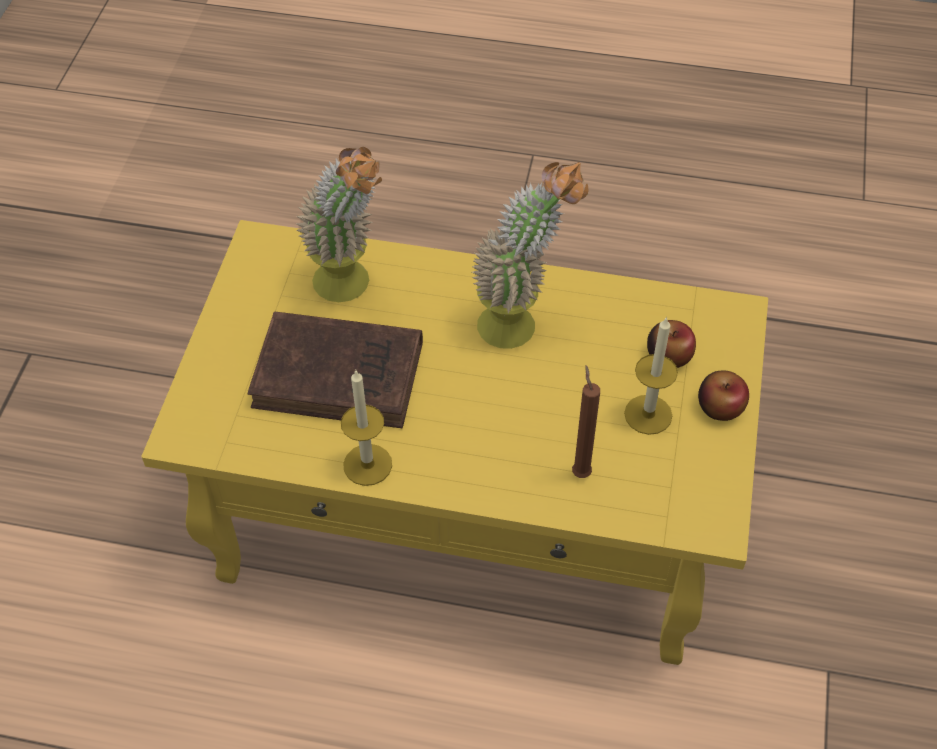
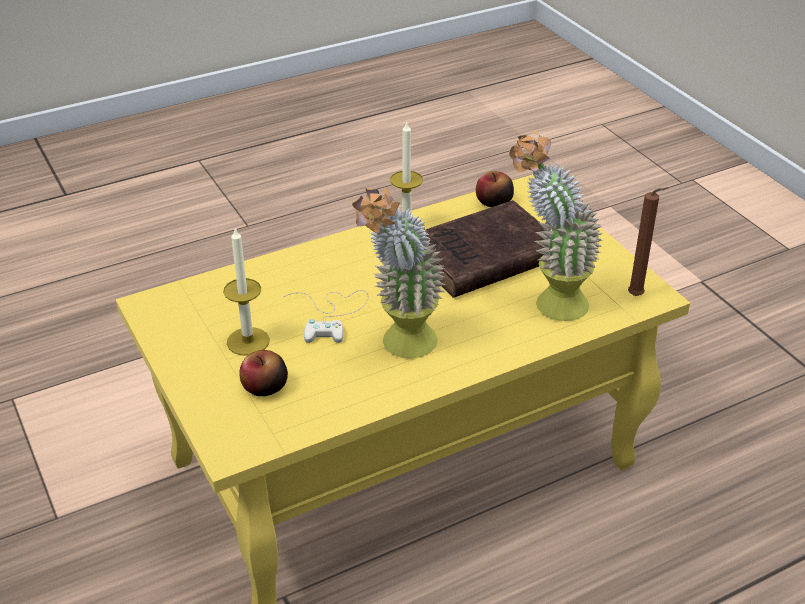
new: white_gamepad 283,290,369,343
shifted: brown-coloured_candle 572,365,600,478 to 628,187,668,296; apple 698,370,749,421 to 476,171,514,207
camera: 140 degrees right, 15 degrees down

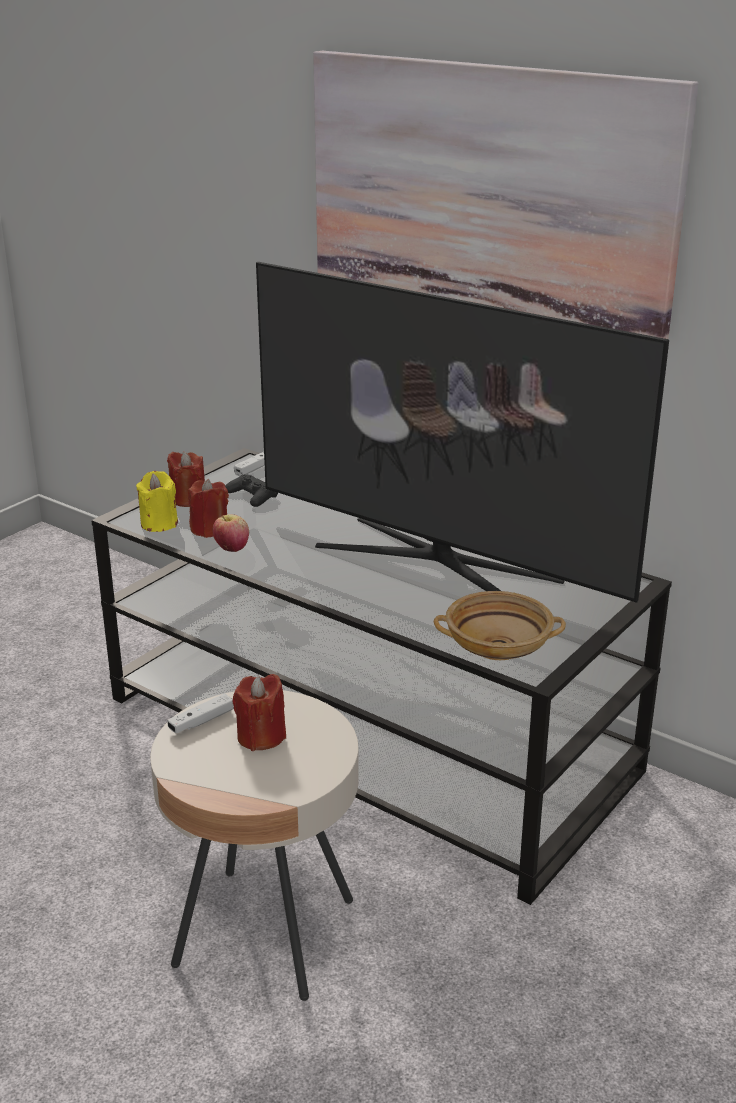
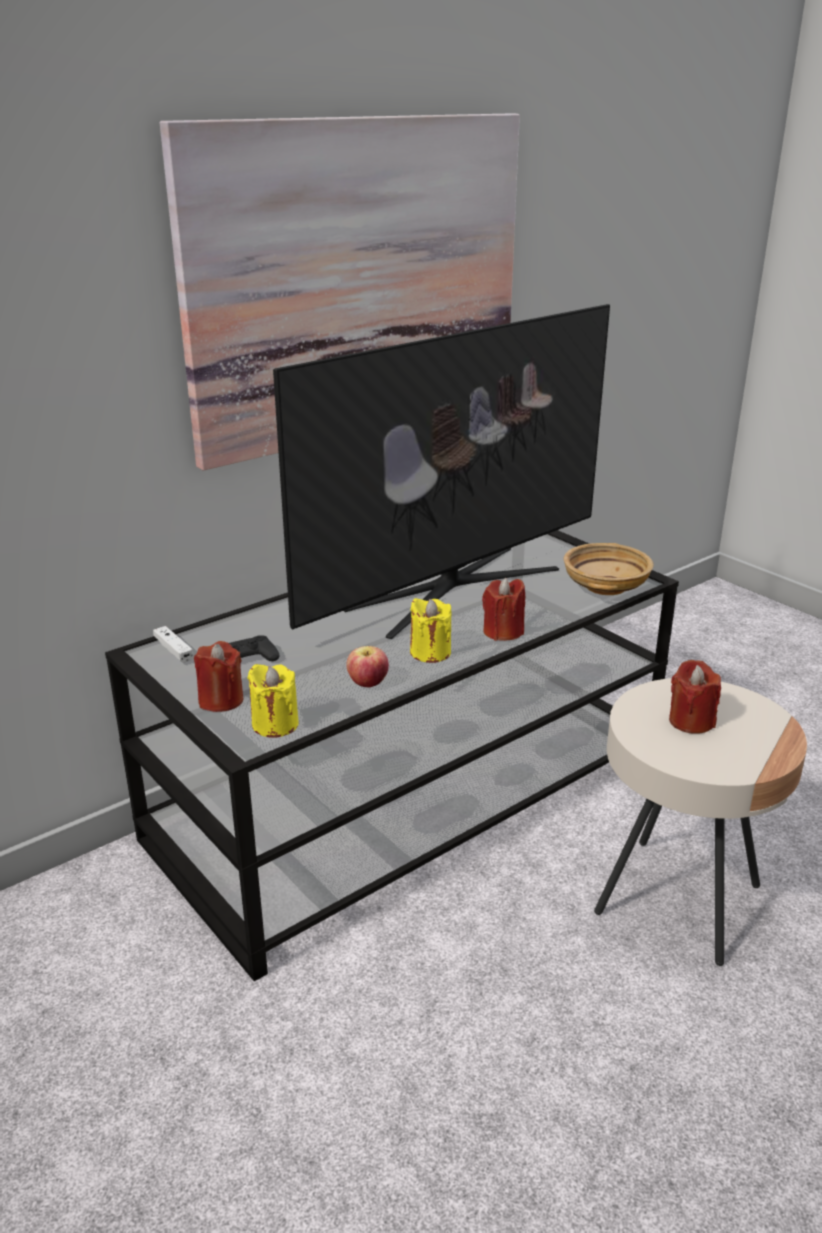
gone: white_gamepad 167,694,234,733
new: yellowish_candle 410,598,452,663
shifted: red_candle 188,479,229,538 to 482,578,525,641
camera: 75 degrees left, 0 degrees up

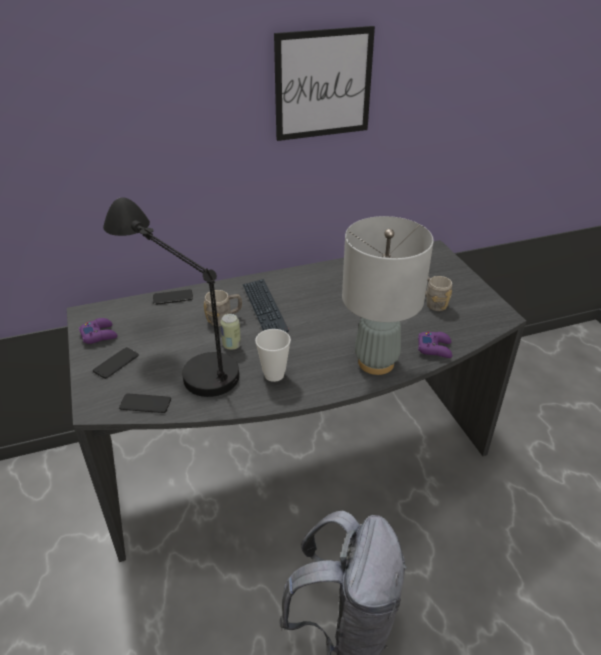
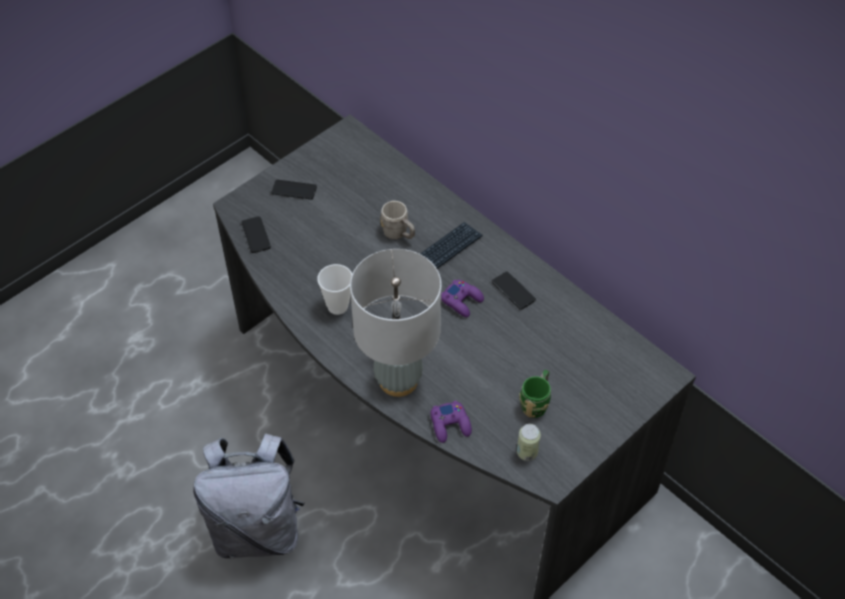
gone: blackish_table_lamp 103,197,239,397; wall_art 274,26,375,141
shifted: purplish_gamepad 79,318,118,344 to 441,280,484,317; telephone 153,289,193,305 to 492,271,536,310; can 220,314,241,350 to 517,424,541,461
repainted: gray_tea_mug 425,276,452,311 to greenish_tea_mug 519,370,551,418
camera: 65 degrees right, 15 degrees up

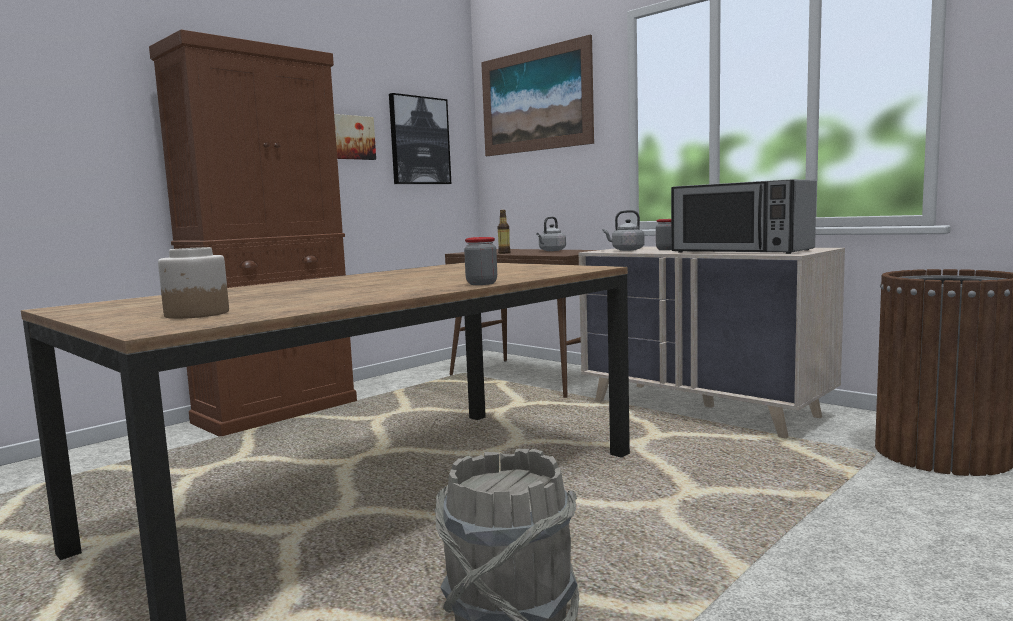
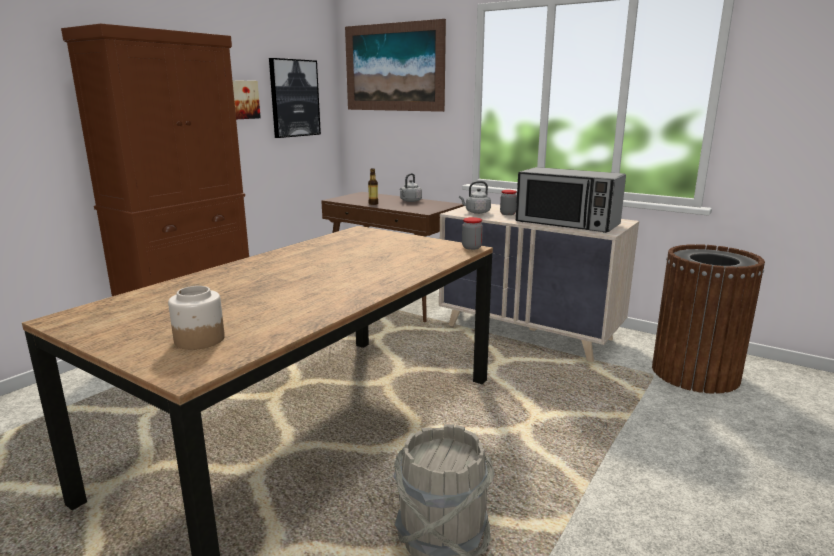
shifted: jar 464,237,497,285 to 462,217,483,250
camera: 10 degrees left, 10 degrees up

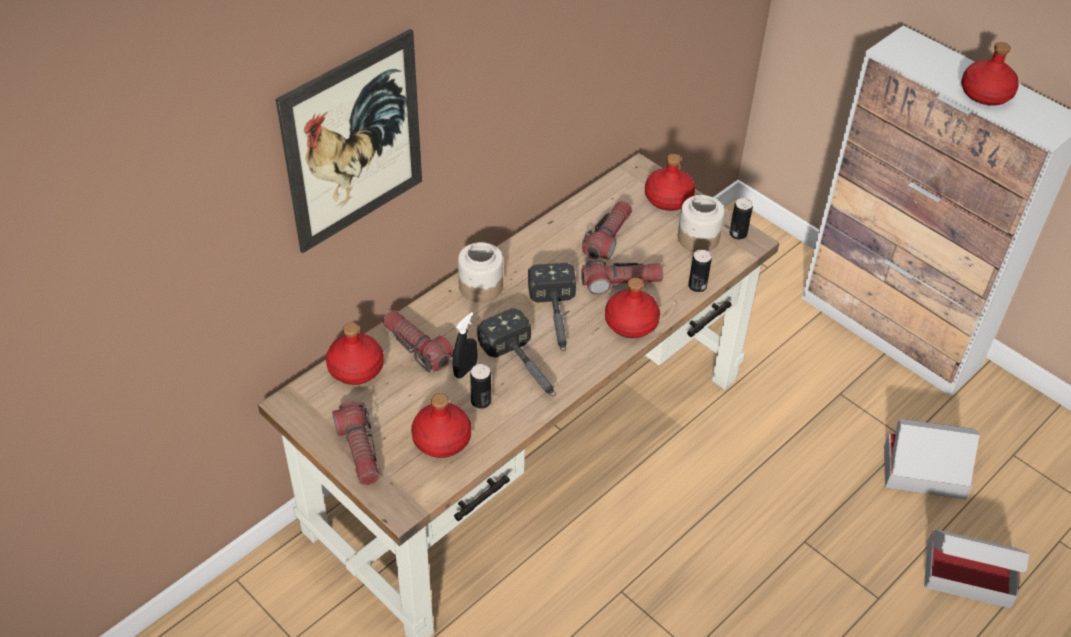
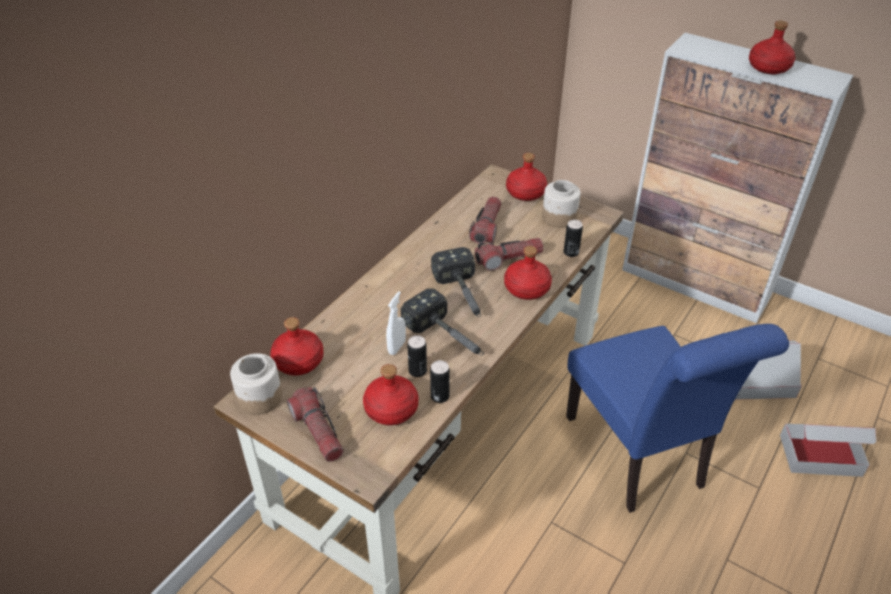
gone: wall_art 276,29,422,253; hand_torch 383,310,453,373
new: blue_upright_chair 566,324,789,513
shifted: jar 458,242,503,302 to 230,353,282,415; can 729,198,753,240 to 430,360,450,403
repainted: blackish_spray_bottle 452,312,478,378 to white_spray_bottle 386,291,406,355
camera: 10 degrees left, 5 degrees down

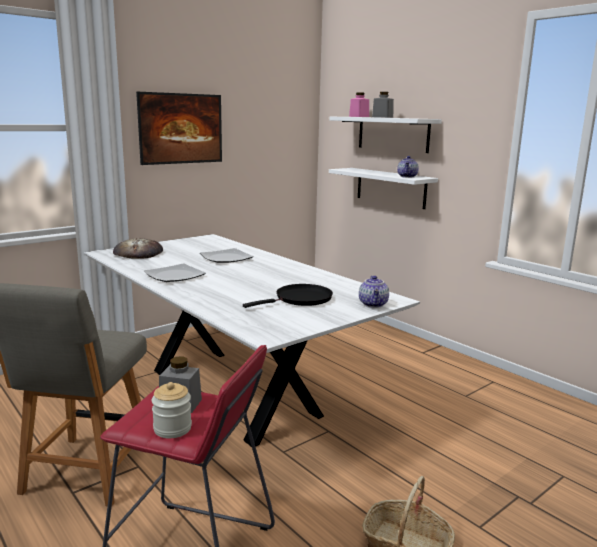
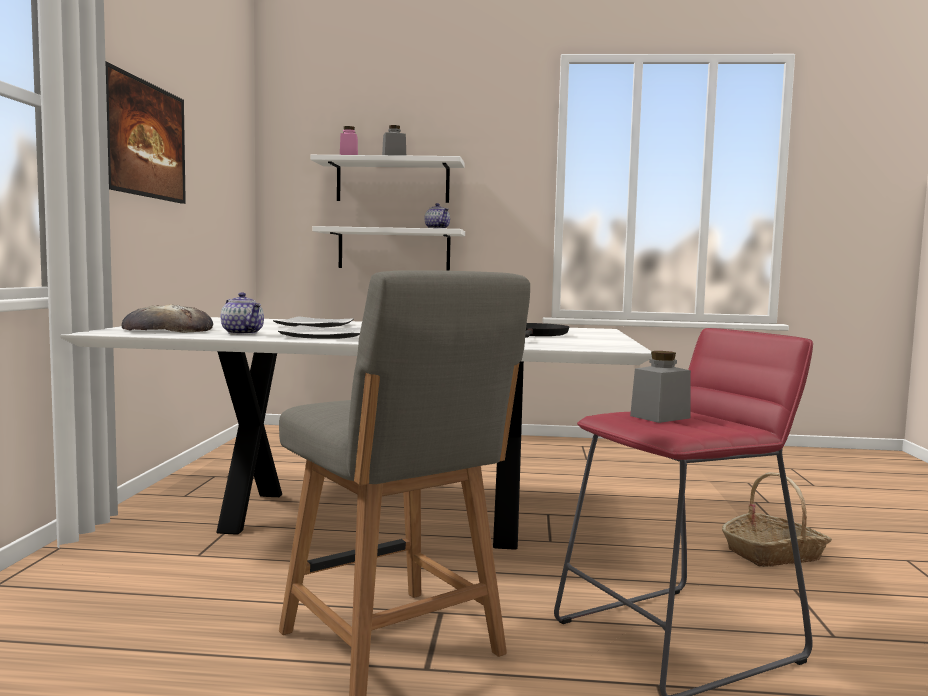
gone: jar 152,382,192,438
shifted: teapot 359,276,389,308 to 221,292,264,335
camera: 45 degrees left, 10 degrees down

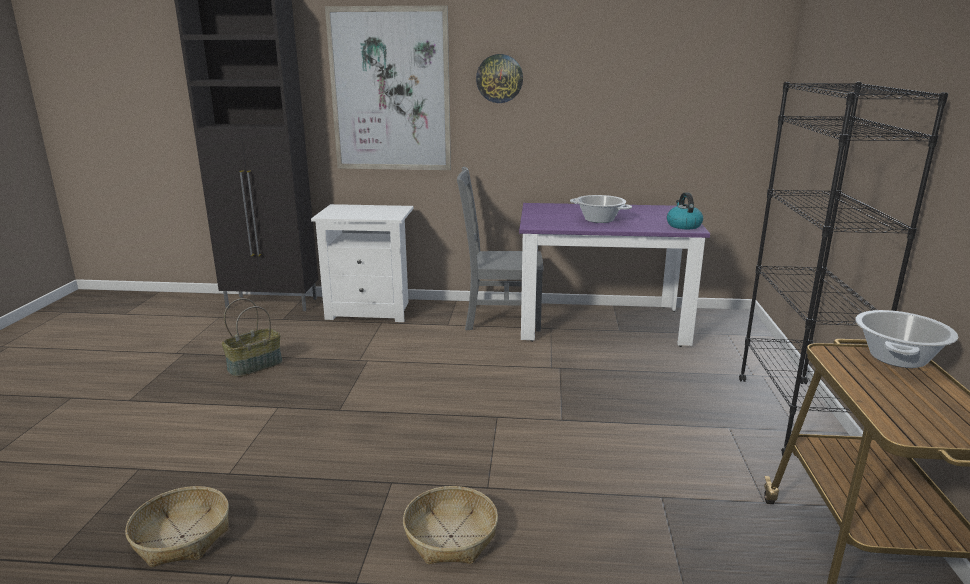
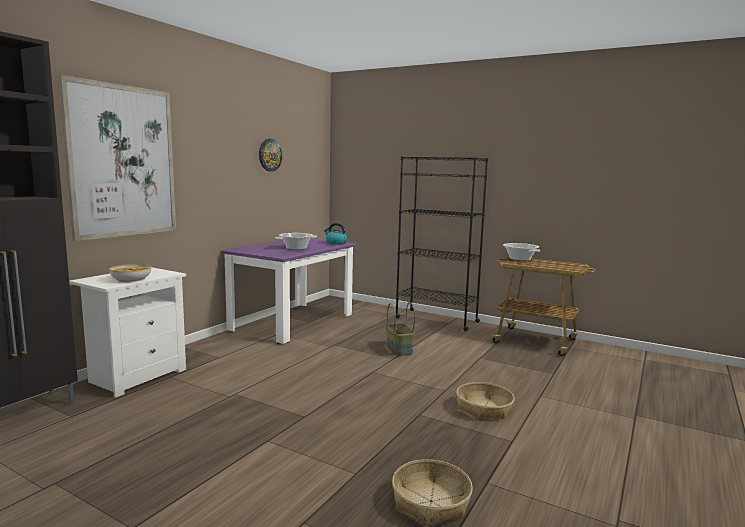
gone: gray_upright_chair 457,167,543,332
new: deep_dish 109,264,151,282
shifted: storage_basket 222,298,282,377 to 386,302,415,356; wall_clock 476,54,523,103 to 259,139,282,171
camera: 65 degrees left, 10 degrees down

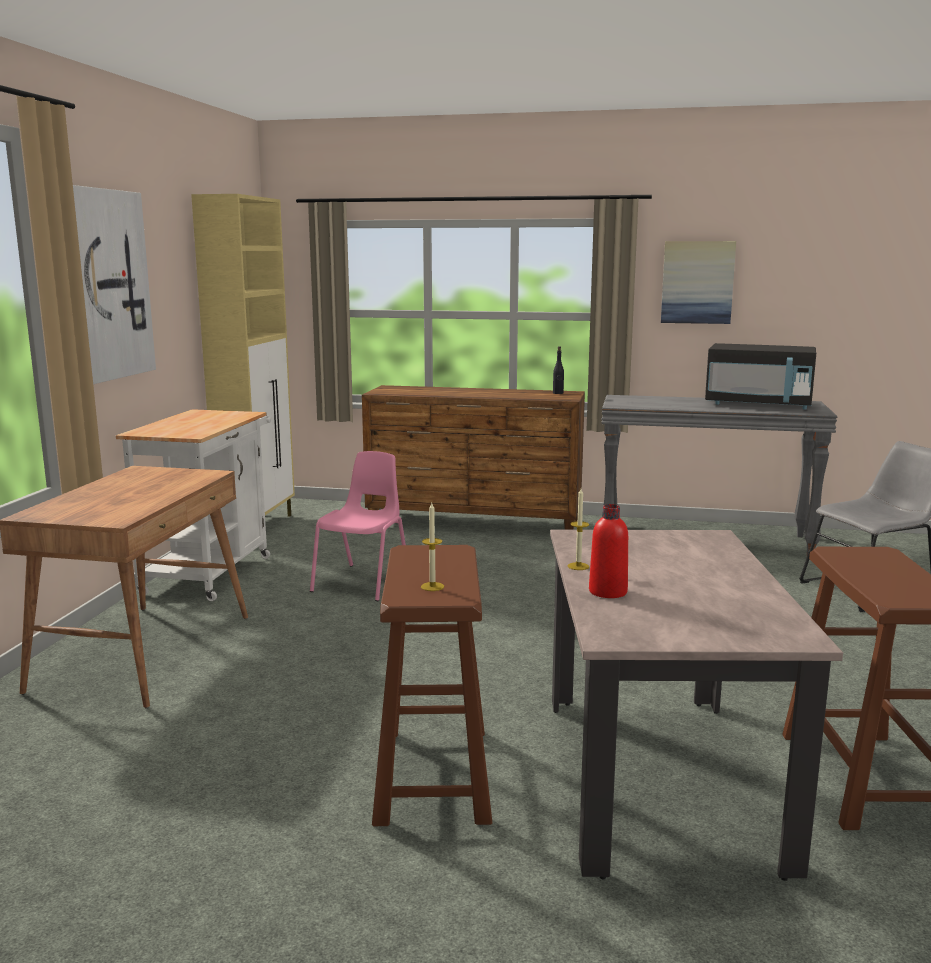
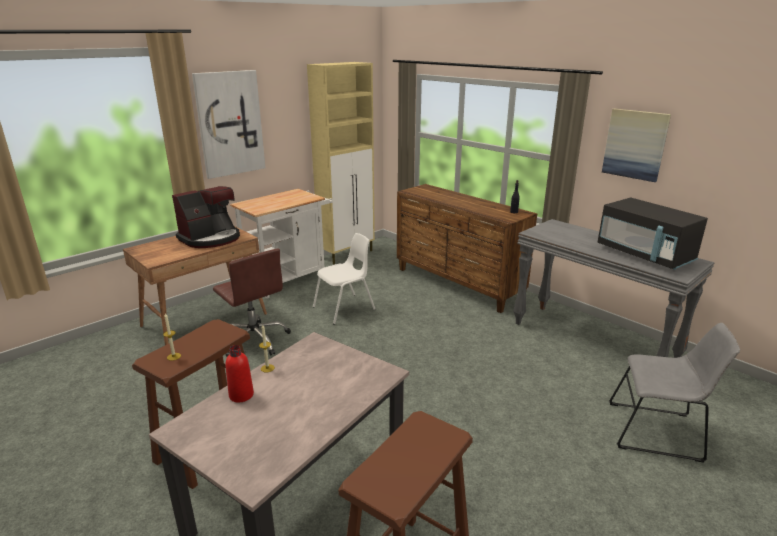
new: coffee_machine 172,186,240,248; brown-coloured_desk_chair 213,249,291,357
repainted: pink-coloured_upright_chair 310,451,406,601 to white_upright_chair 313,233,375,325
camera: 35 degrees right, 10 degrees up

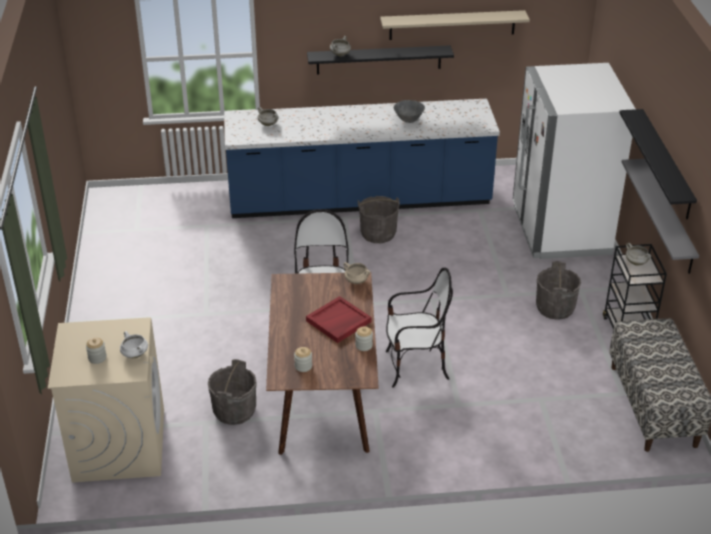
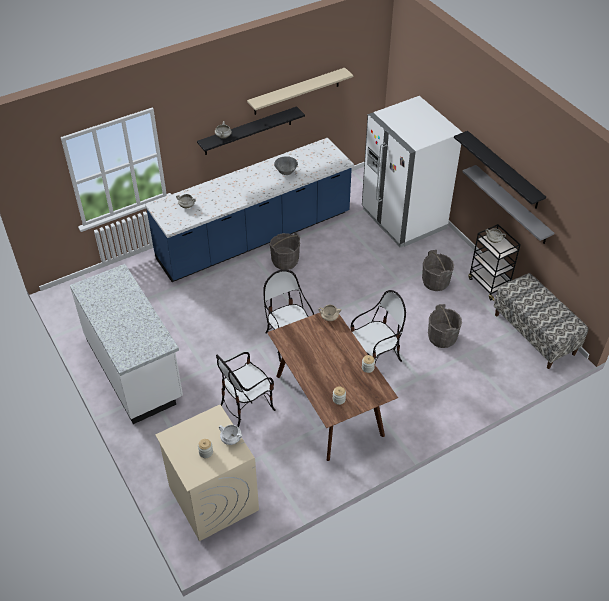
gone: red_carrying_tray 306,296,371,343
new: white_kitchen_counter 70,264,183,424; upright_chair 216,352,275,427
shifted: gray_water_bucket 208,359,257,425 to 428,304,462,348
camera: 25 degrees left, 10 degrees up

